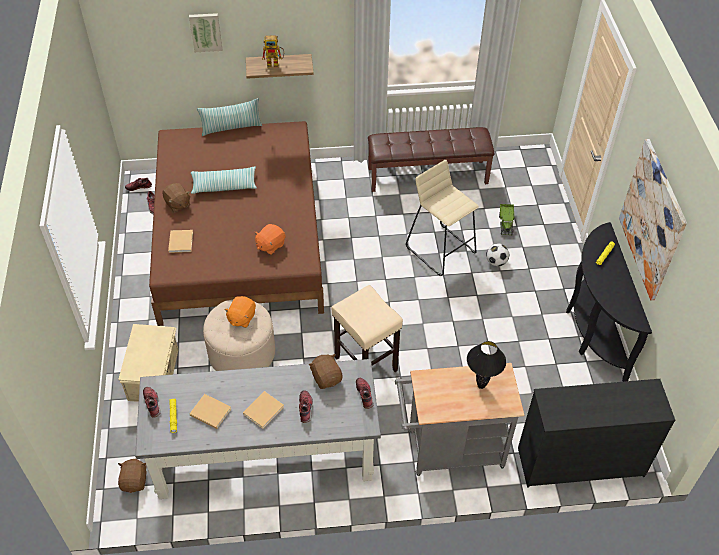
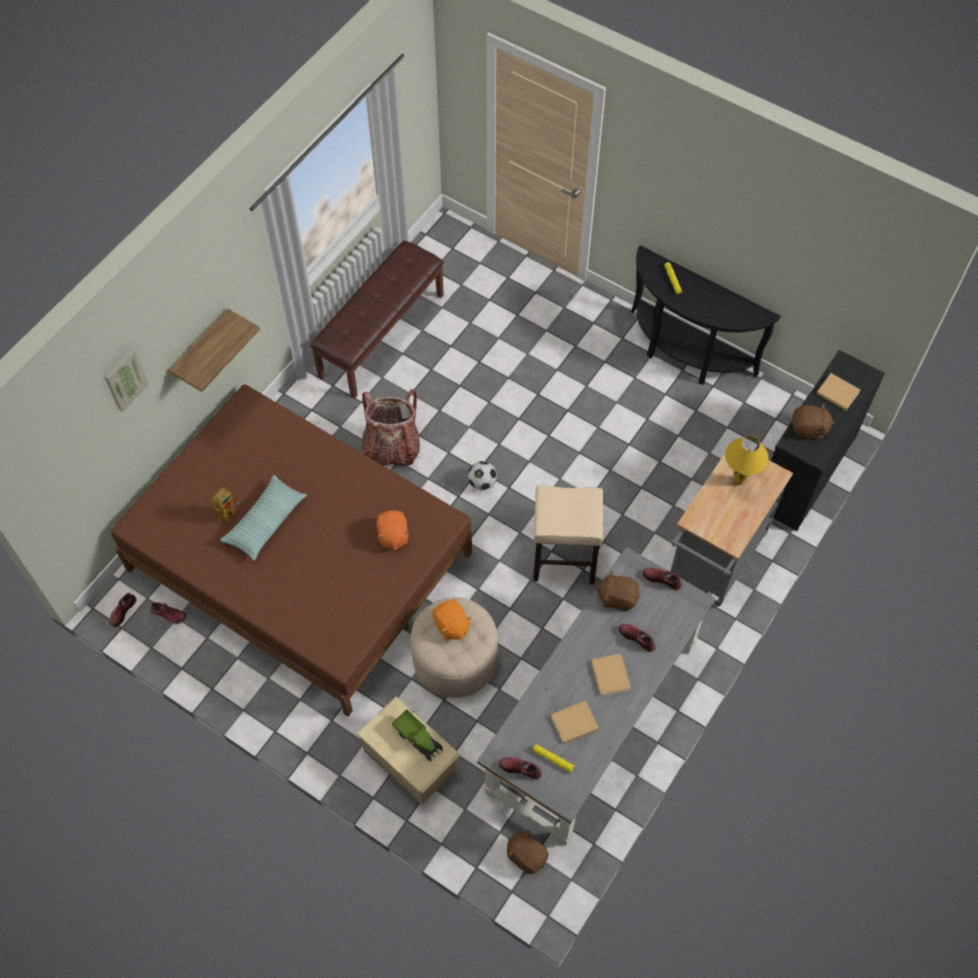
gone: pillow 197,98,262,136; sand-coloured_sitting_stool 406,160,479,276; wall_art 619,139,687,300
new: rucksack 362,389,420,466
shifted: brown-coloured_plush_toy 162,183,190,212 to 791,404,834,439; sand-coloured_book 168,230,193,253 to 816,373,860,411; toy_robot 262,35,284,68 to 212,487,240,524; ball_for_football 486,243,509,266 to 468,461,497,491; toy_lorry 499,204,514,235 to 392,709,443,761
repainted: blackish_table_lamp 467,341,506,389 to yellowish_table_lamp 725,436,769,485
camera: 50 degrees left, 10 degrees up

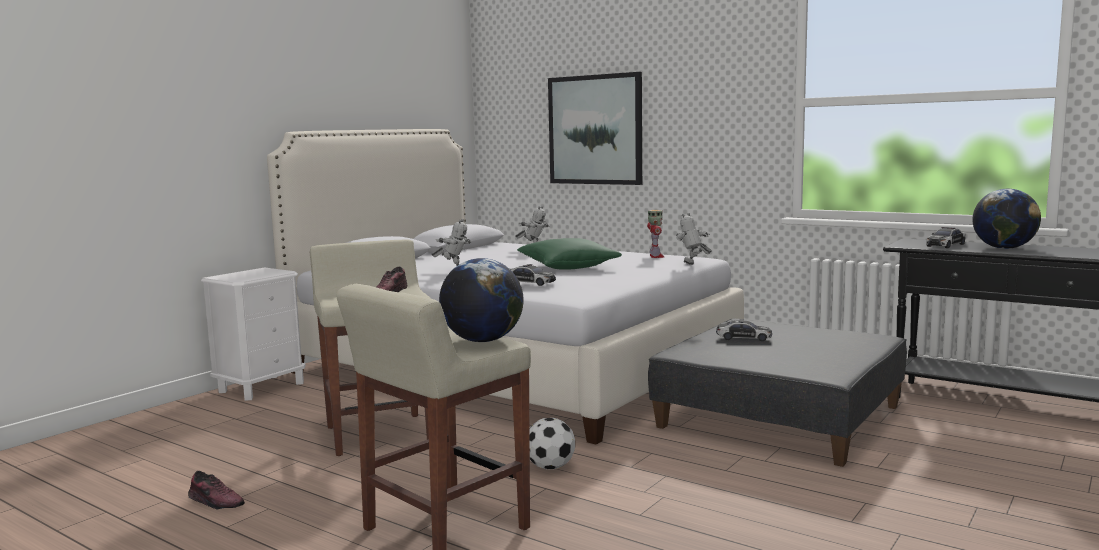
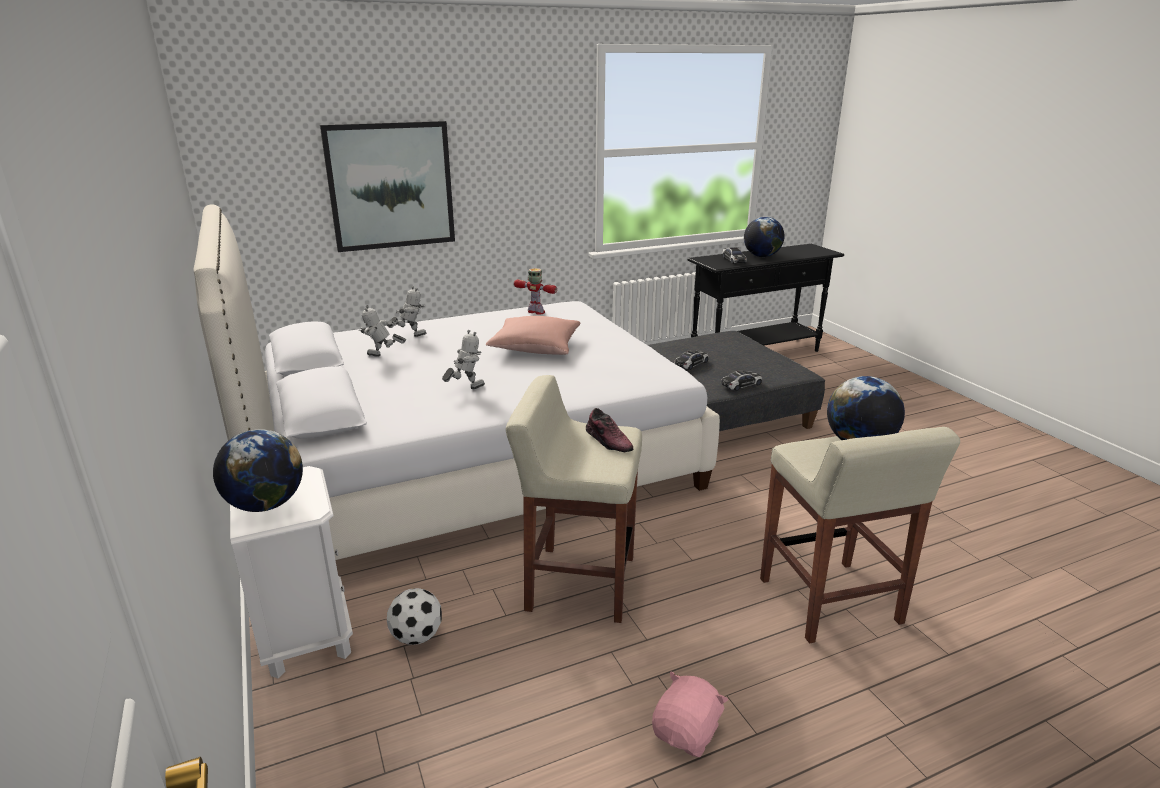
new: world_globe 213,429,303,512
shifted: toy_car 510,264,556,286 to 721,370,762,391; ball_for_football 529,418,575,469 to 387,588,442,645; toy_robot 676,213,712,265 to 359,305,406,357
swapped: low_shoe 188,471,245,510 to pink-coloured_plush_toy 652,672,728,757
repainted: greenish_pillow 517,238,622,270 to pink-coloured_pillow 486,316,580,355
camera: 60 degrees left, 15 degrees up

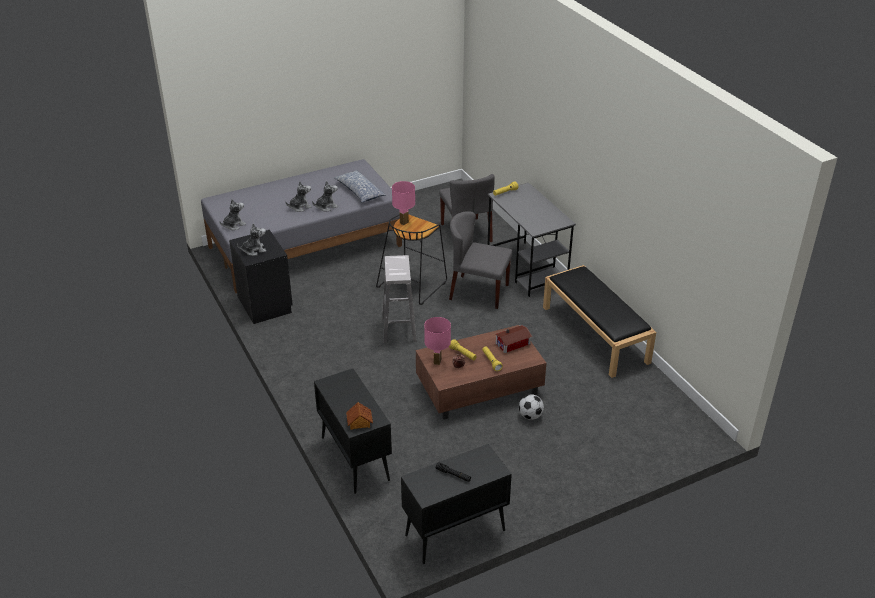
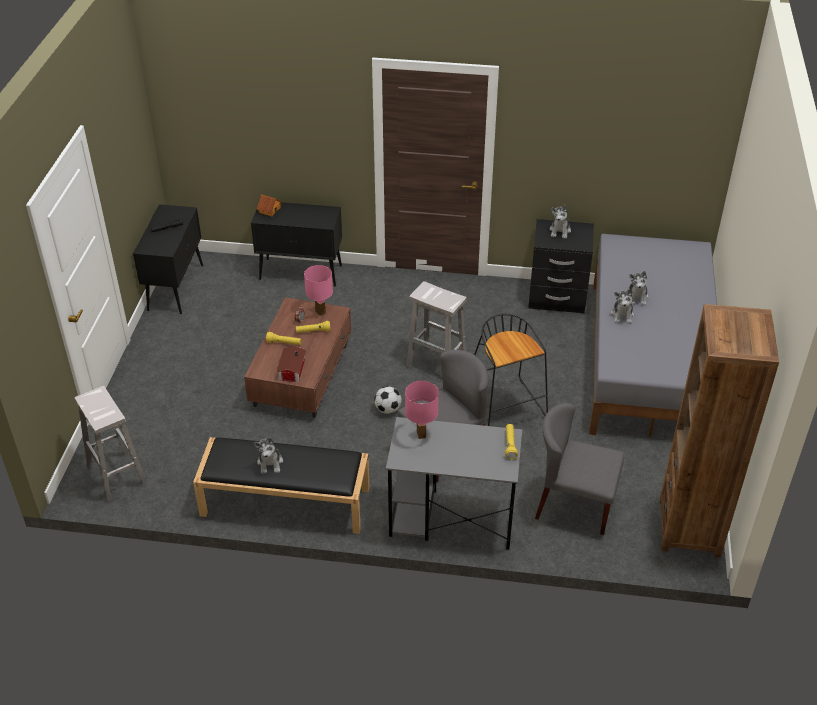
gone: pillow 334,170,386,203
new: white_sitting_stool 75,386,147,502; brown-coloured_bookshelf 660,304,779,558
shifted: plush_toy 219,199,246,230 to 254,436,283,474; pink-coloured_table_lamp 392,181,415,225 to 405,381,439,439; ball_for_football 519,394,544,420 to 374,386,402,414
camera: 125 degrees right, 5 degrees up

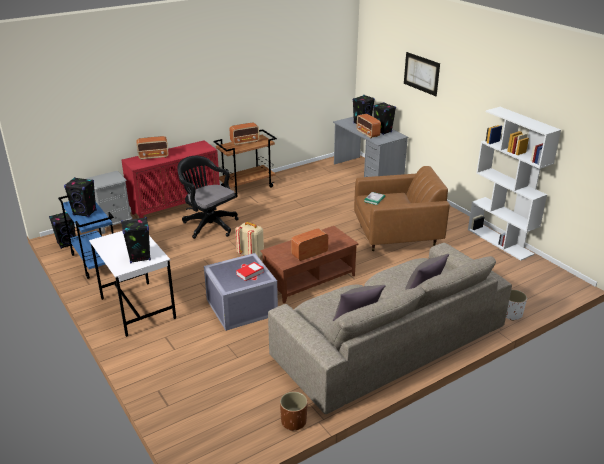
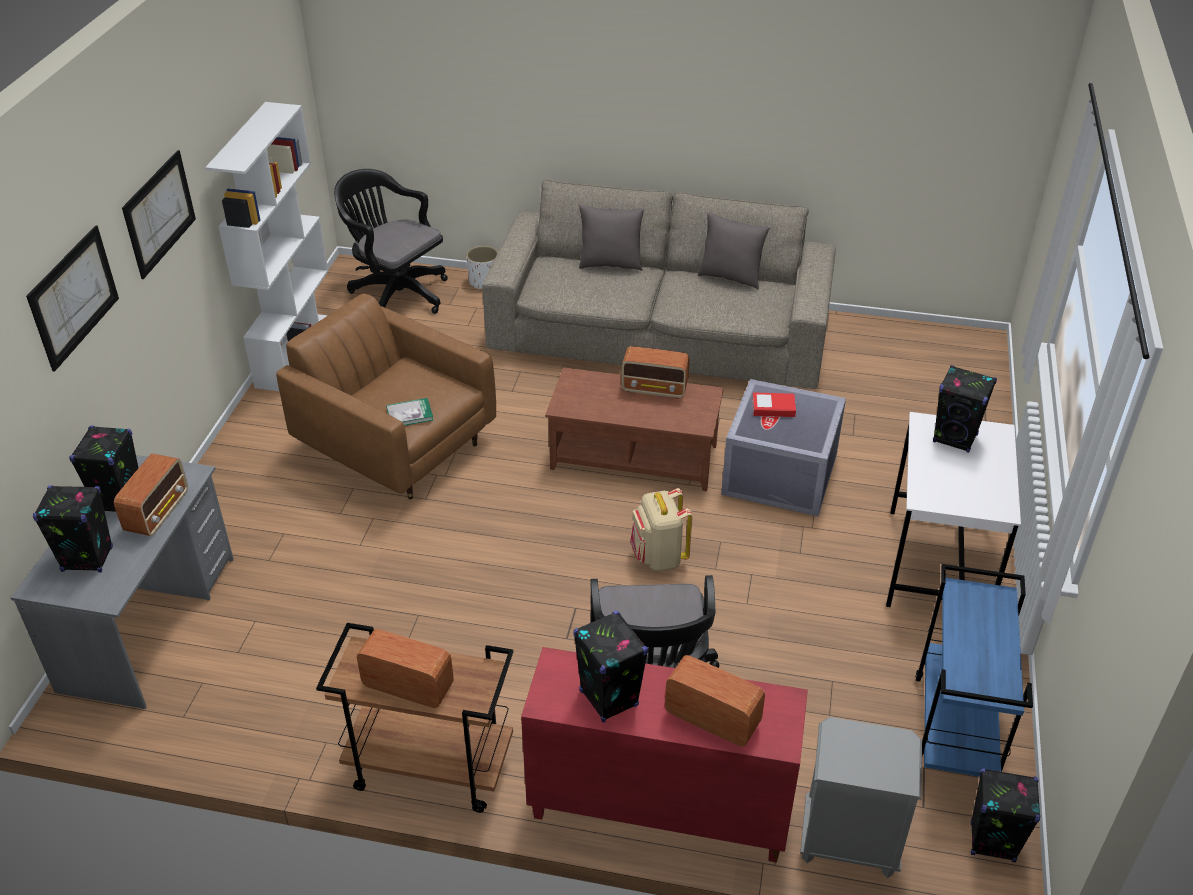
gone: brown-coloured_planter 280,391,308,431
new: wall_art 122,150,196,279; blackish_desk_chair 334,169,448,314
shifted: blackish_loudspeaker 64,177,97,217 to 573,611,649,723
camera: 135 degrees left, 10 degrees up

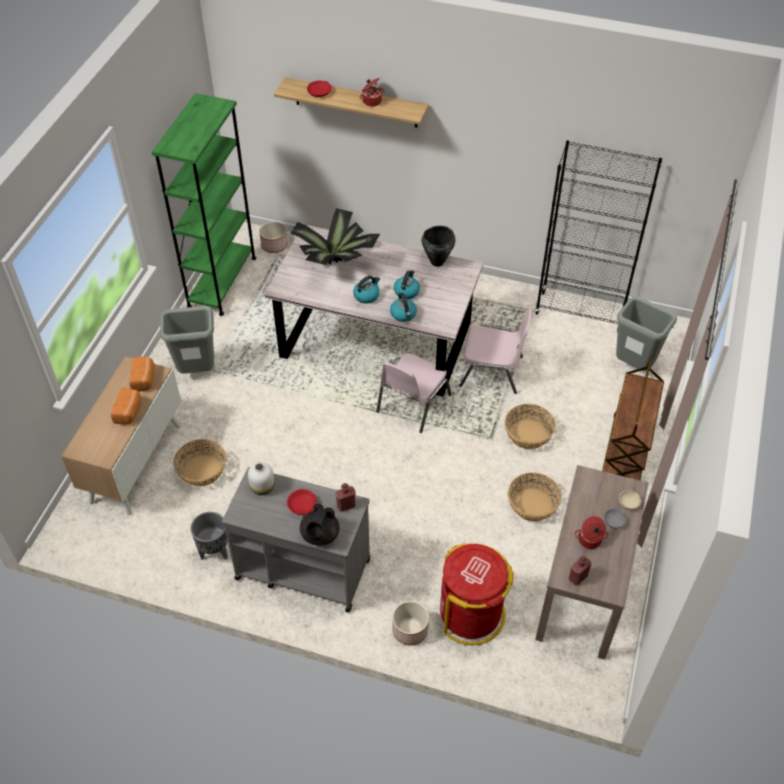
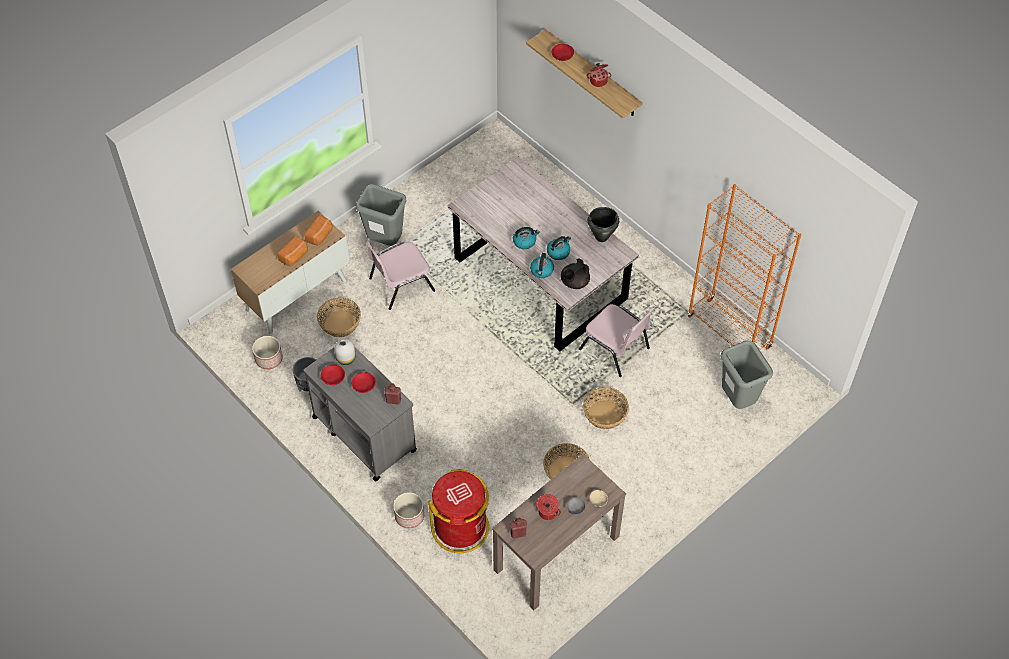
gone: greenish_bookshelf 152,93,256,316; potted_plant 291,208,380,265; brown-coloured_wheeled_cart 602,357,664,481
new: red_deep_dish 321,365,345,385
shifted: planter 259,221,288,253 to 252,336,283,369; blackish_teapot 300,504,339,545 to 561,259,590,289; pink-coloured_upright_chair 376,353,451,433 to 366,241,435,310
repainted: blackish_bookshelf 535,140,662,333 to orange_bookshelf 688,184,801,350
camera: 30 degrees right, 5 degrees up

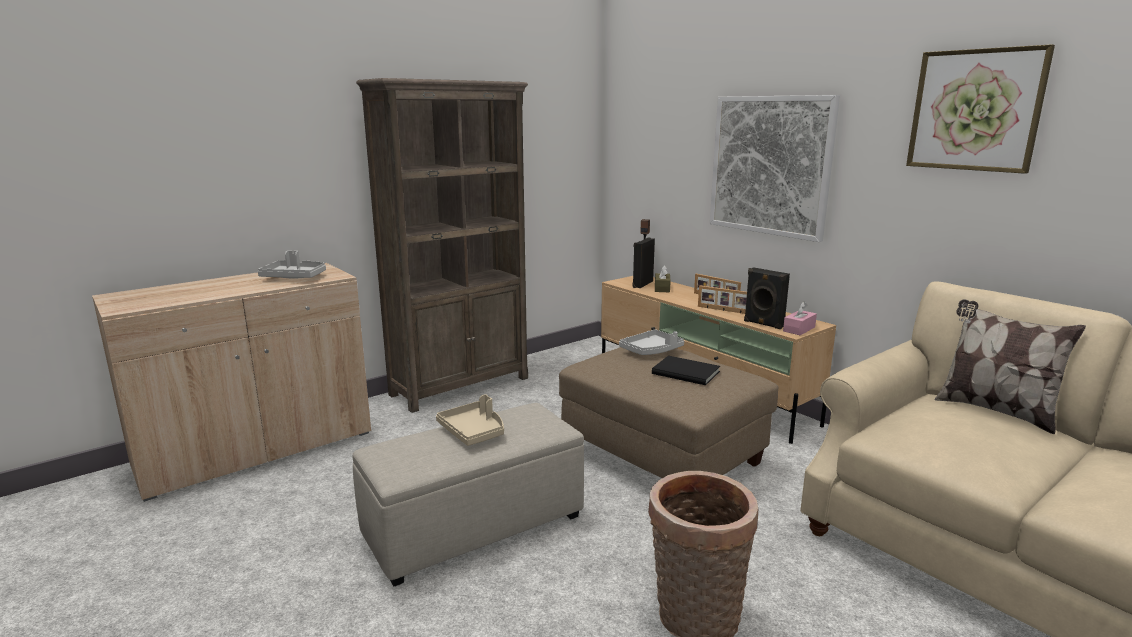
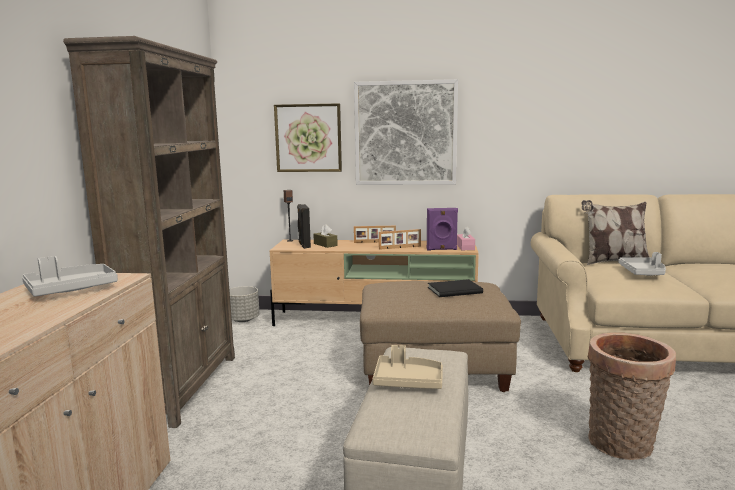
new: gray_planter 229,286,260,322
shifted: gray_carrying_tray 619,329,684,355 to 618,252,666,276; wall_art 906,44,1055,174 to 274,103,342,172
repainted: blackish_loudspeaker 744,267,790,329 to purplish_loudspeaker 427,208,458,250
camera: 45 degrees left, 5 degrees down

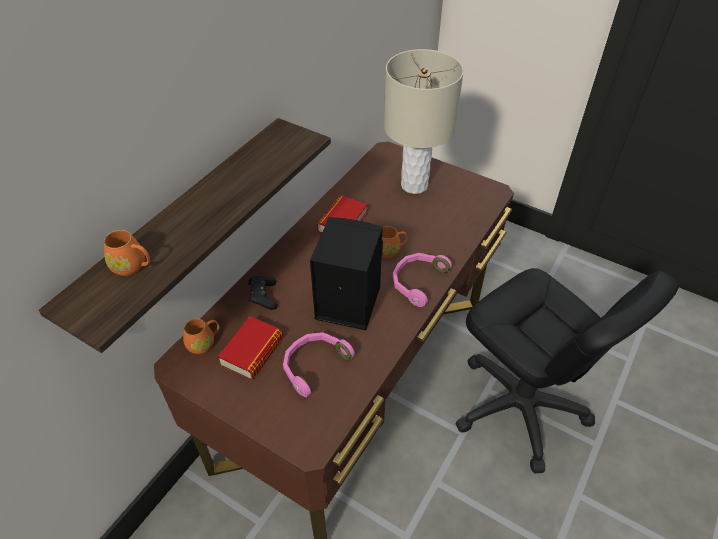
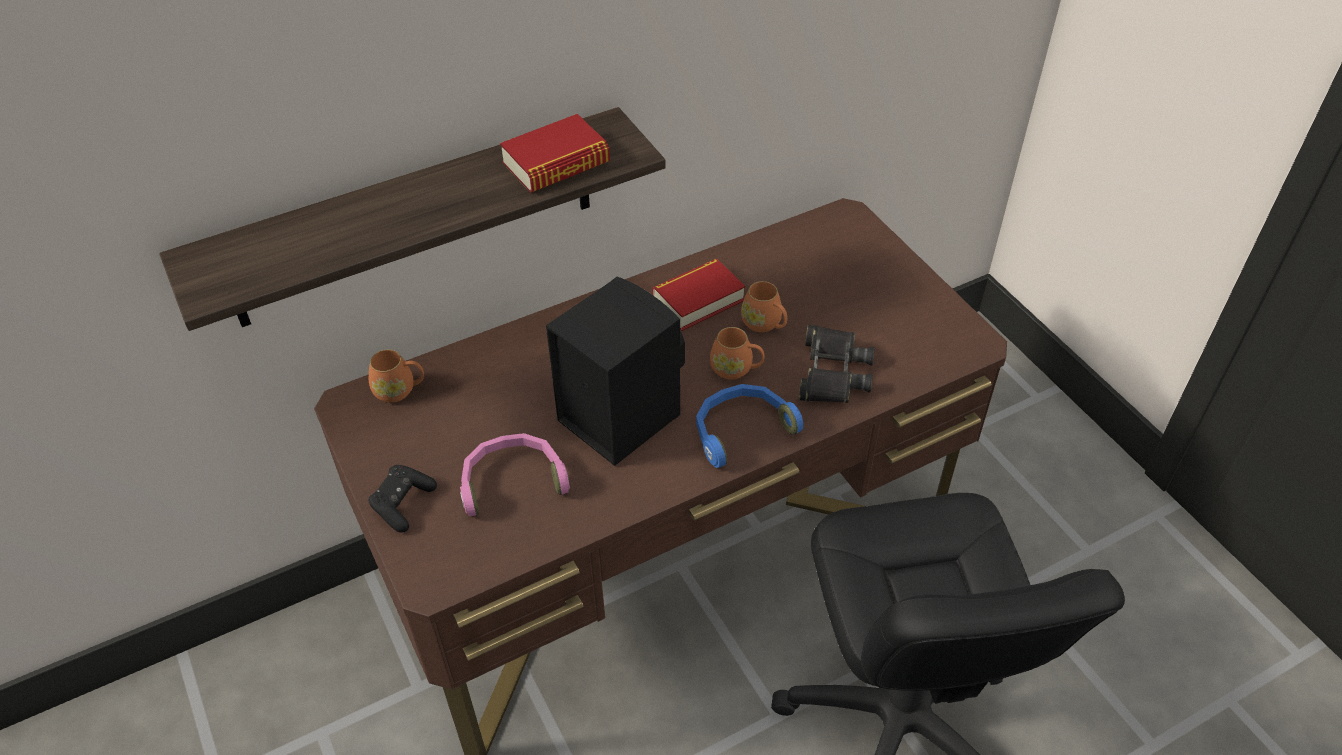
gone: sand-coloured_table_lamp 384,49,464,194
new: blackish_pair_of_binoculars 799,325,874,403
shifted: orange_tea_mug 104,230,150,276 to 741,281,787,332; book 218,316,283,379 to 500,114,610,193; blackish_gamepad 248,276,277,310 to 368,465,437,533
repainted: pink-coloured_headset 393,253,452,307 to blue_headset 696,384,803,468
camera: 30 degrees right, 0 degrees up

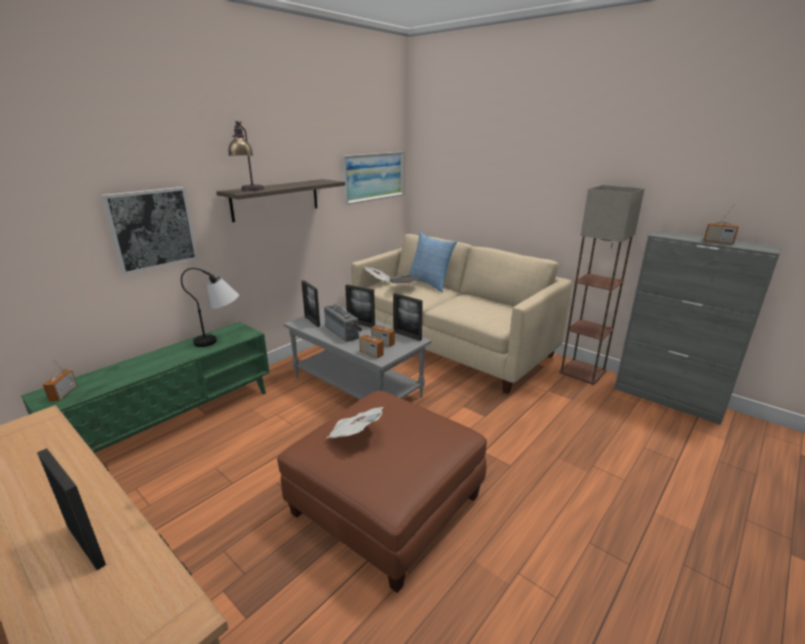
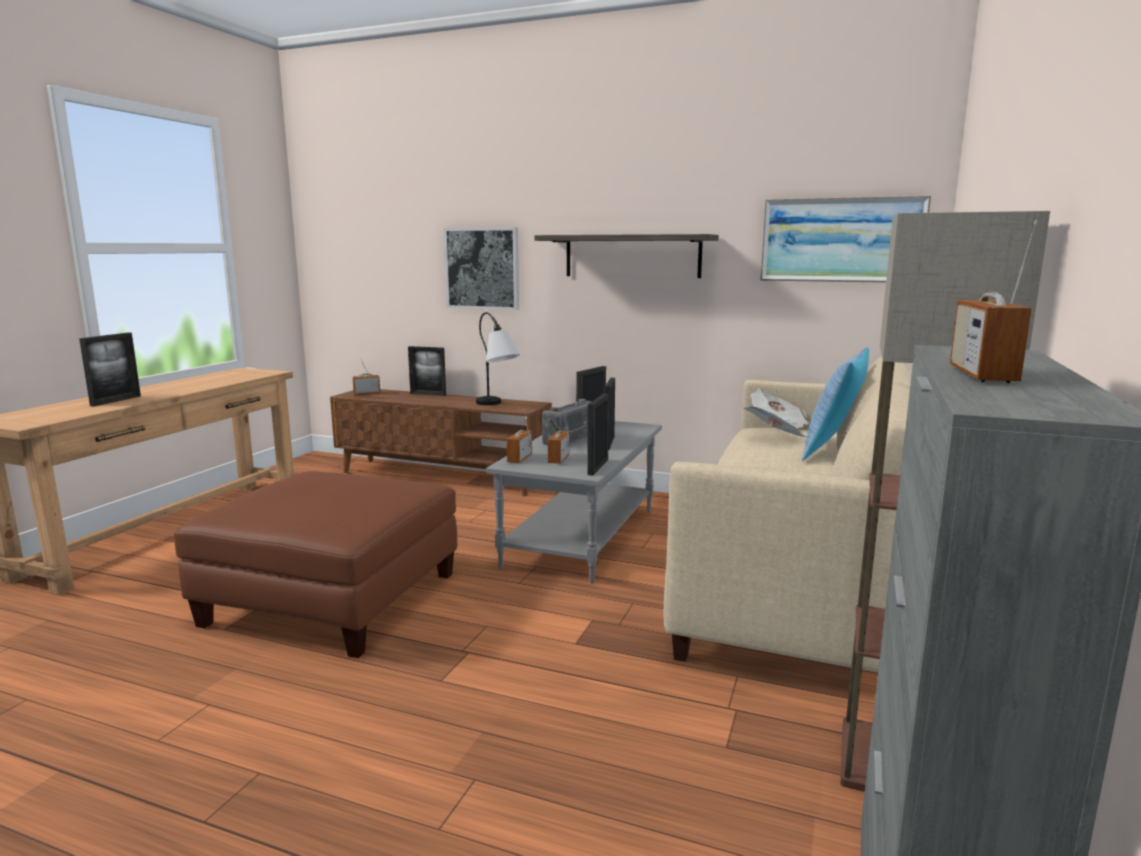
gone: table_lamp 228,121,264,191; printed_paper 327,407,384,438
new: standing_frame 408,346,446,396
repainted: greenish_media_console 21,322,270,452 to brown-coloured_media_console 330,389,552,496
camera: 70 degrees right, 10 degrees down

